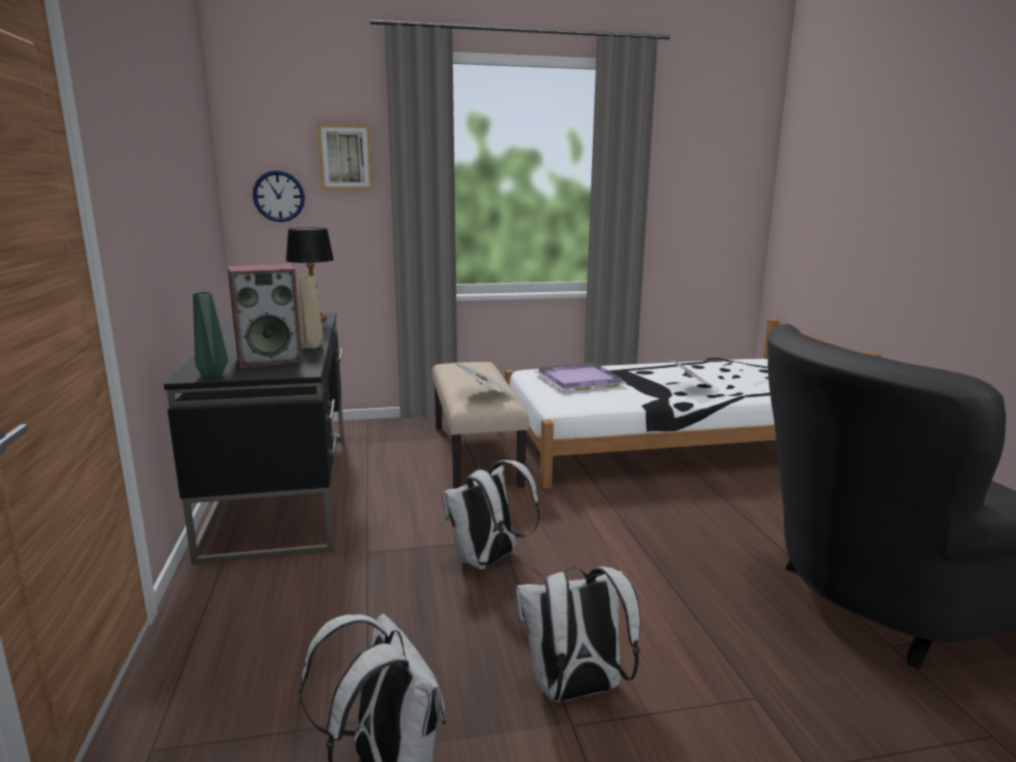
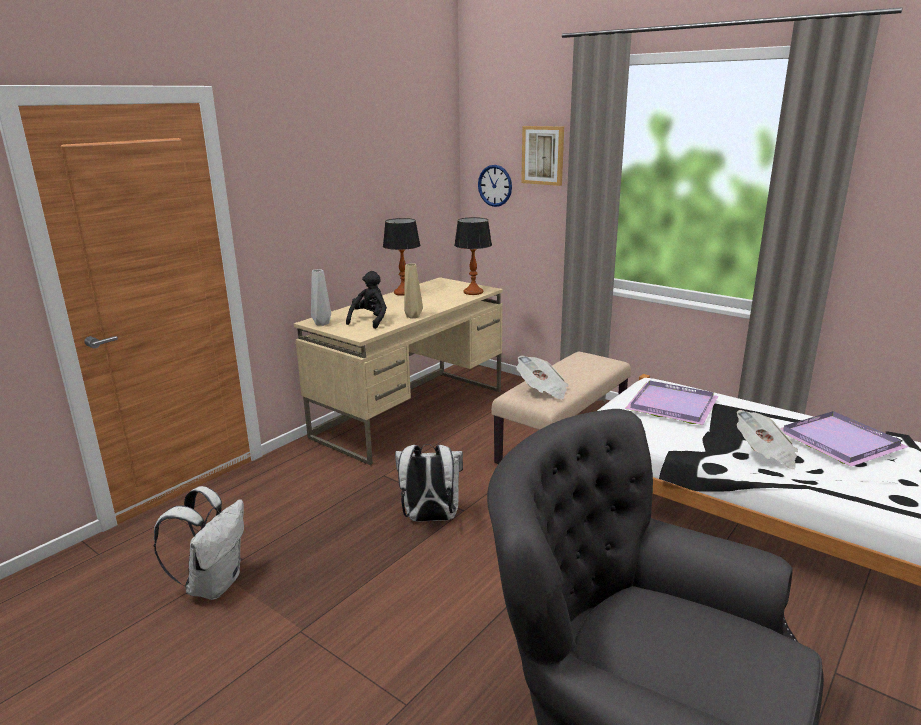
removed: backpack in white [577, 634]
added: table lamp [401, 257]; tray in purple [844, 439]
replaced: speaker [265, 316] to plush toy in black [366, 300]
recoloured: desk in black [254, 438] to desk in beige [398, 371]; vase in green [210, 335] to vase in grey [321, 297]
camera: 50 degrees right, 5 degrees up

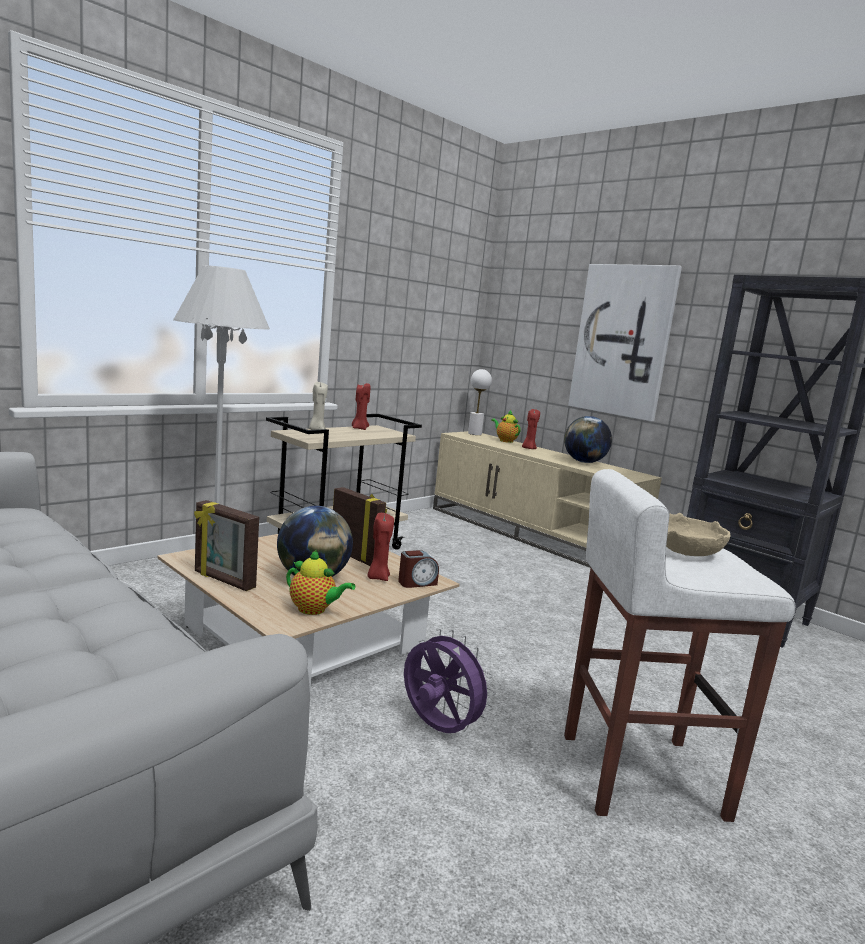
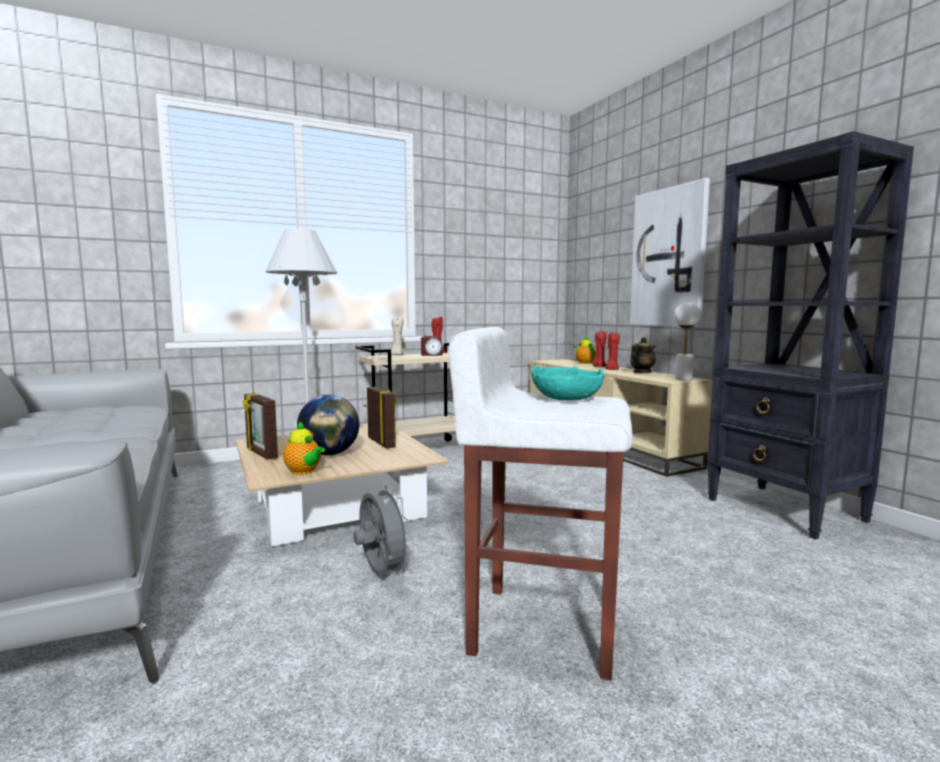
moved: candle in red [380, 547] to [613, 351]; alarm clock [418, 569] to [432, 346]; table lamp in white [480, 402] to [687, 341]
replaced: globe [588, 439] to teapot [643, 355]
recoloured: fan in purple [449, 681] to fan in grey [383, 530]; bowl in beige [698, 534] to bowl in turquoise [568, 382]
camera: 20 degrees right, 5 degrees down

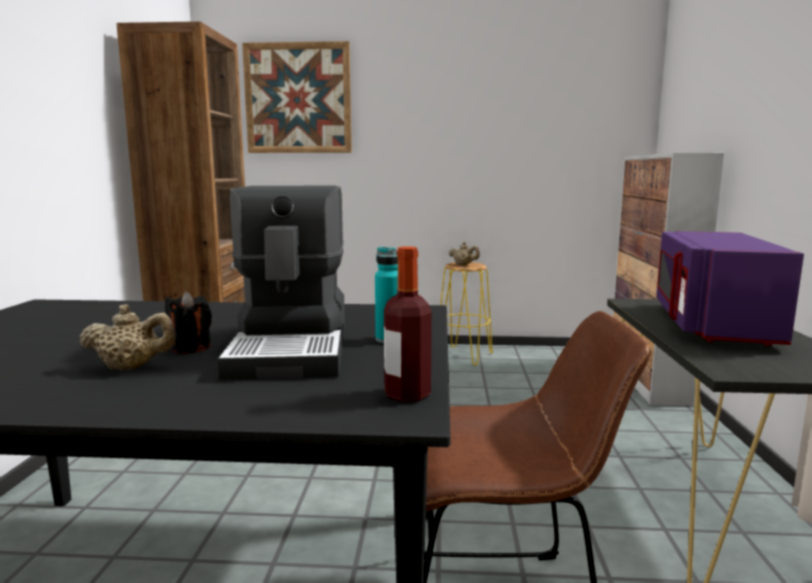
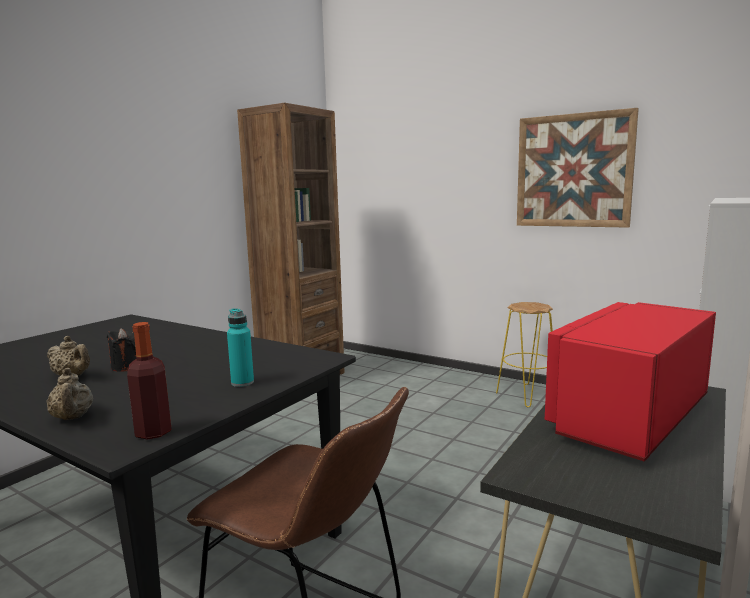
removed: coffee machine [281, 283]
moved: picture [297, 97] to [578, 168]; teapot in beige [464, 253] to [69, 394]
recoloured: microwave in purple [730, 288] to microwave in red [630, 381]
camera: 30 degrees right, 0 degrees up

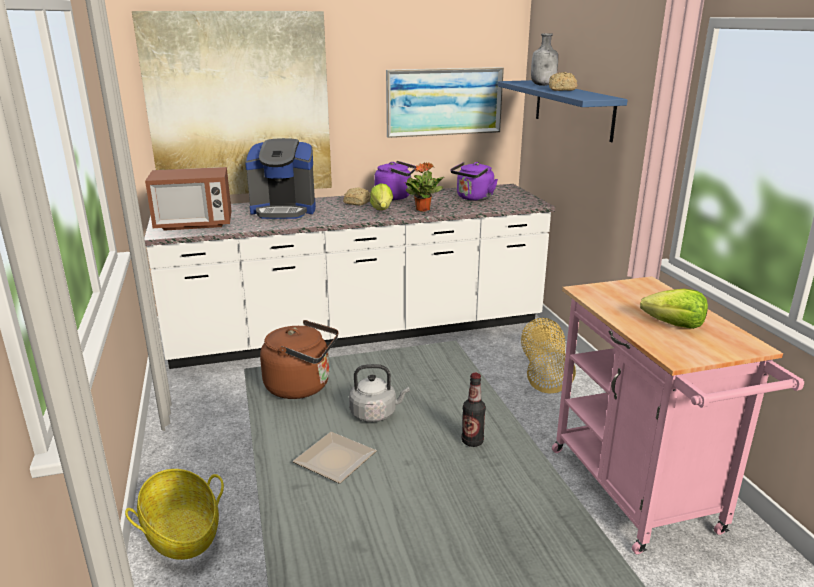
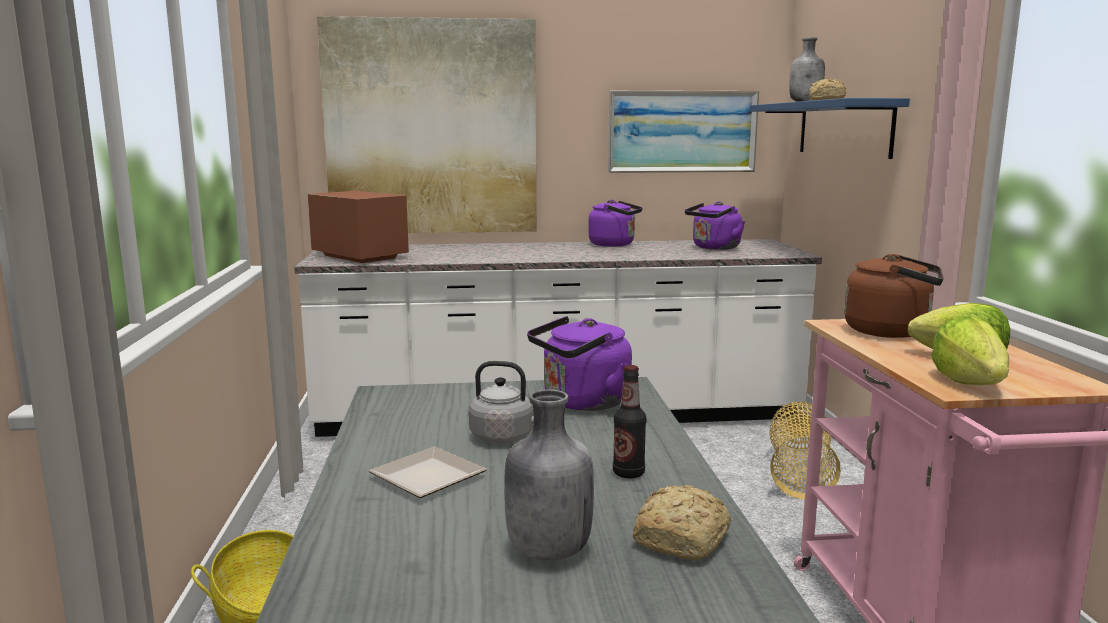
removed: coffee machine [280, 178]; potted plant [424, 187]
added: bottle in grey [549, 475]; kettle in purple [579, 363]
moved: kettle in brown [299, 359] to [893, 296]; bread [357, 196] to [682, 523]; lettuce [381, 196] to [970, 350]
turned: microwave [188, 199] = [358, 227] 135 degrees counterclockwise
camera: 10 degrees right, 10 degrees down

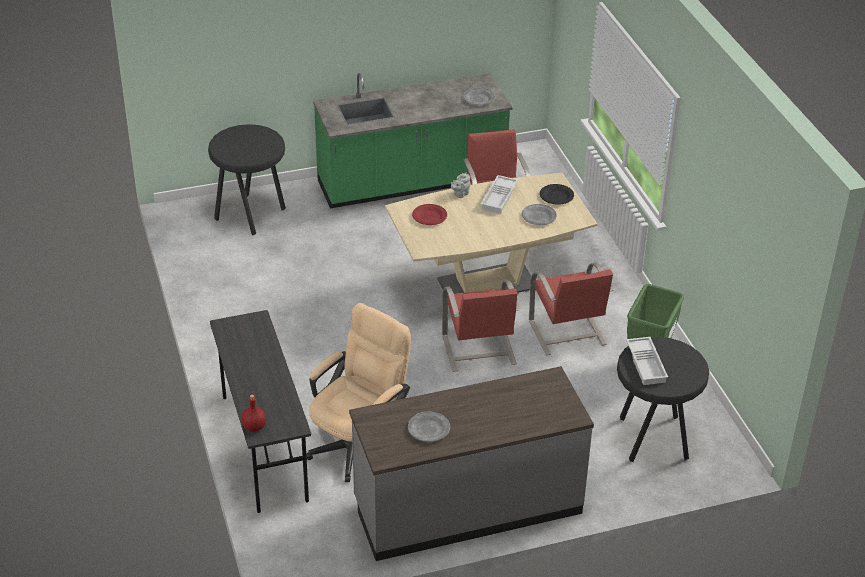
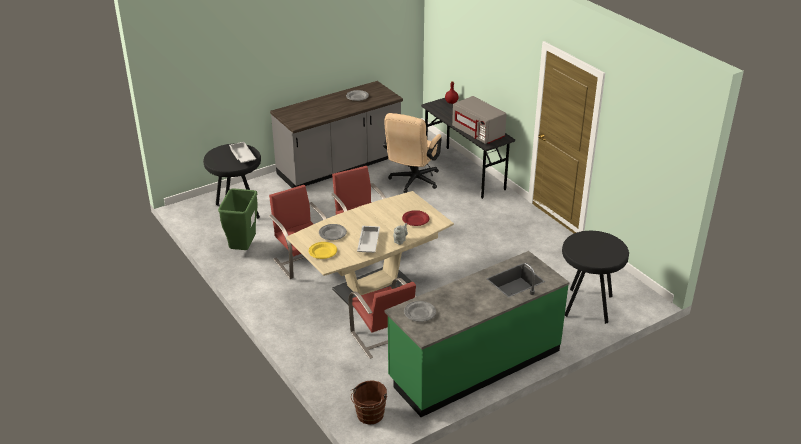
added: bucket in brown [369, 402]; microwave in grey [479, 120]
recoloured: plate in black [557, 194] to plate in yellow [323, 250]
camera: 165 degrees right, 5 degrees down

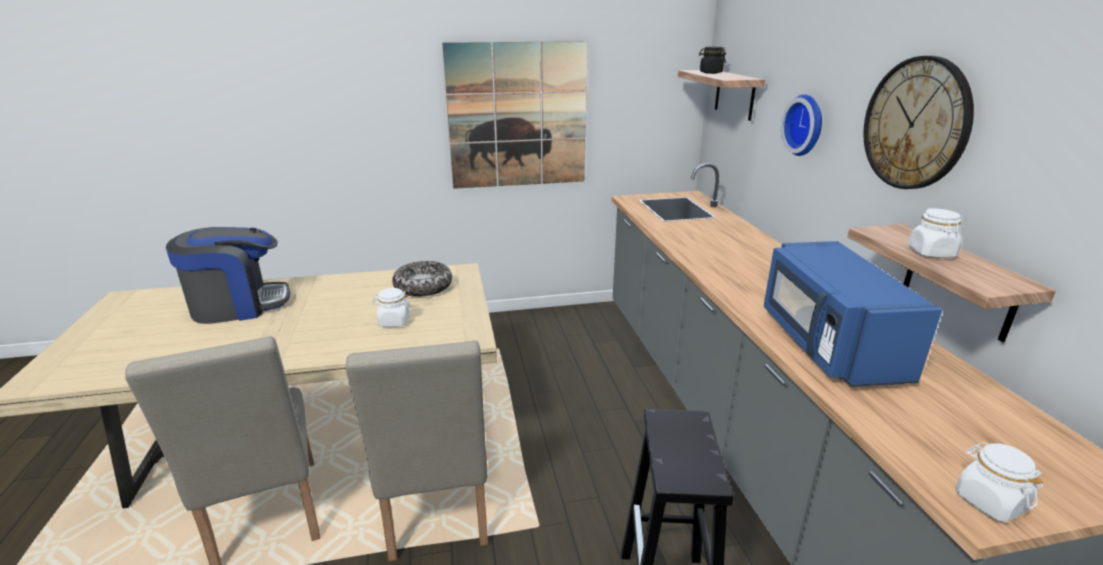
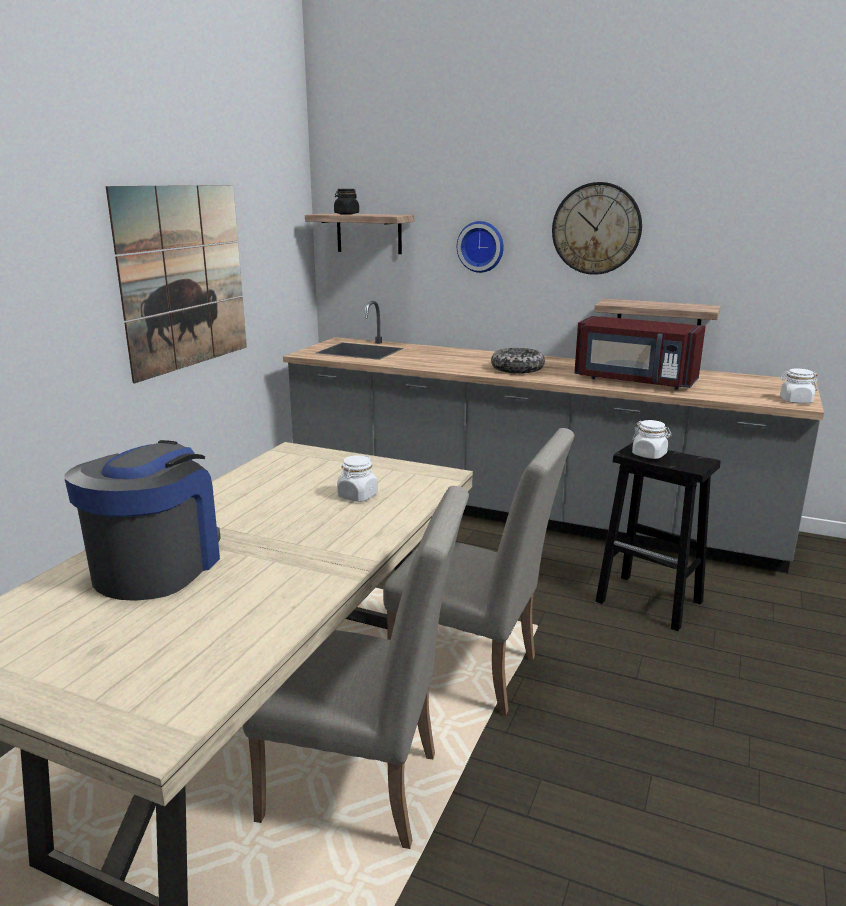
moved: bowl [422, 279] to [518, 360]; jar in white [935, 233] to [652, 439]
recoloured: microwave in blue [853, 314] to microwave in red [640, 353]
camera: 55 degrees left, 5 degrees down

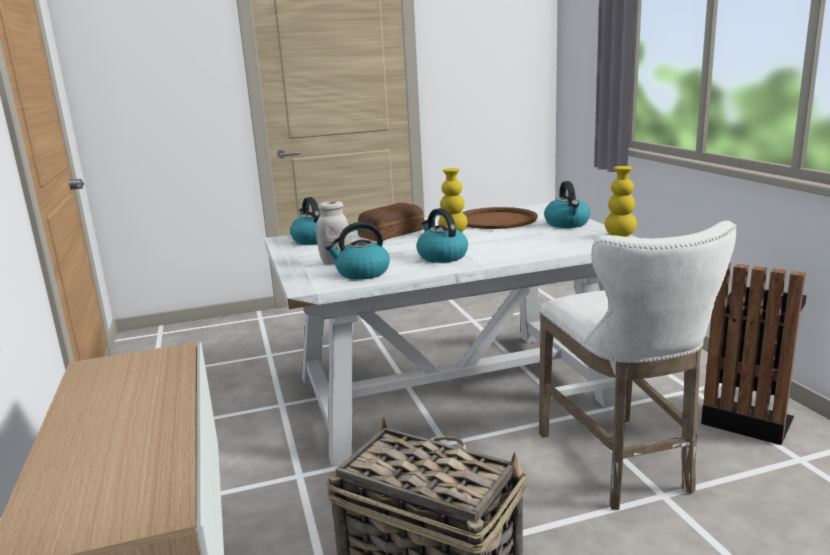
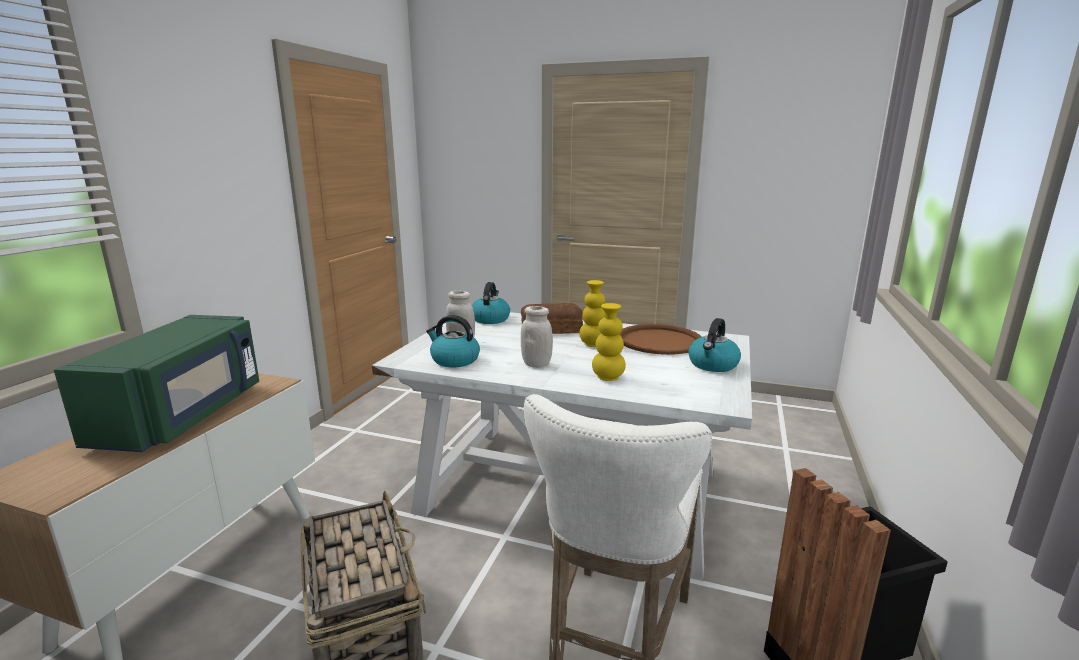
added: microwave in green [156, 383]
moved: vase in yellow [621, 201] to [609, 342]
replaced: kettle [442, 235] to jar in white [537, 337]
camera: 35 degrees right, 0 degrees up

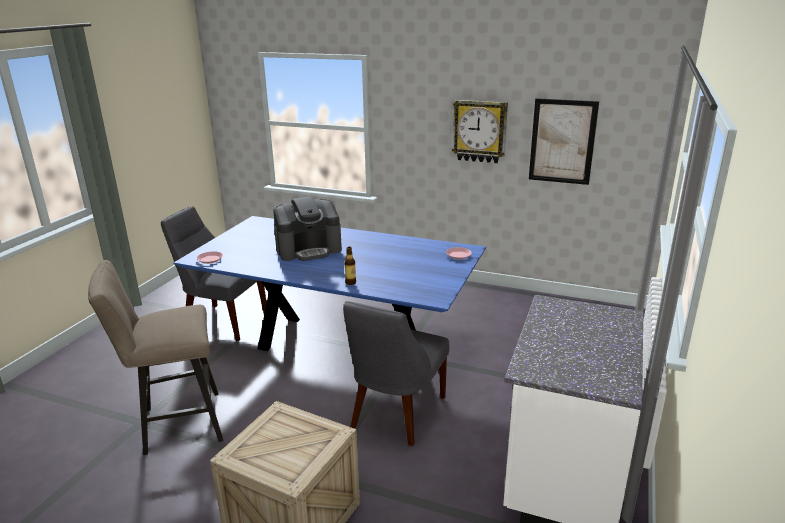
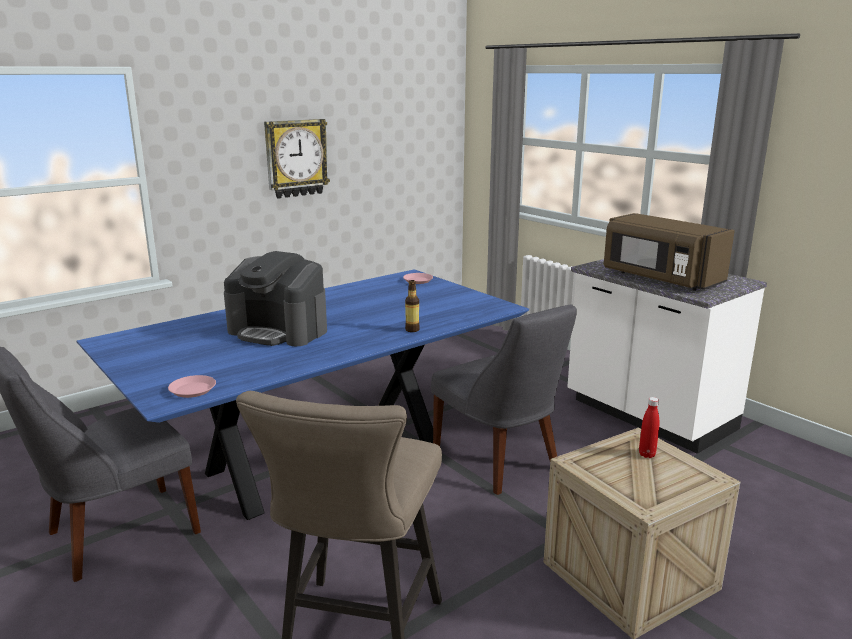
removed: picture [564, 141]
added: microwave in brown [669, 252]; bottle in red [649, 427]
turned: coffee machine [307, 229] = [275, 298] 105 degrees clockwise
camera: 60 degrees left, 5 degrees down

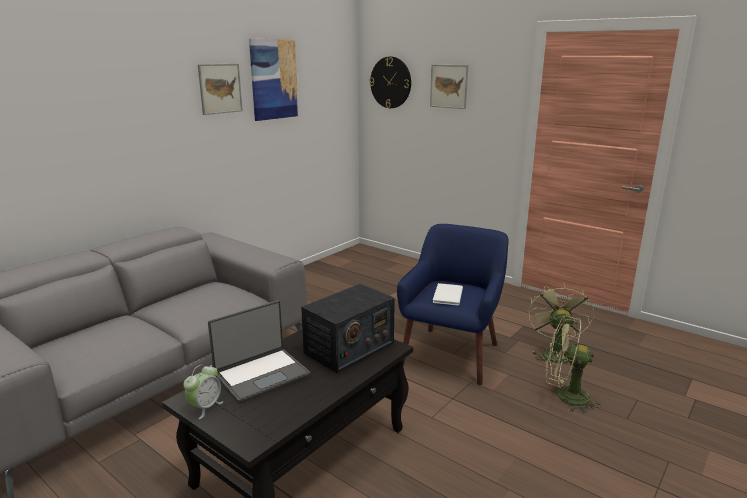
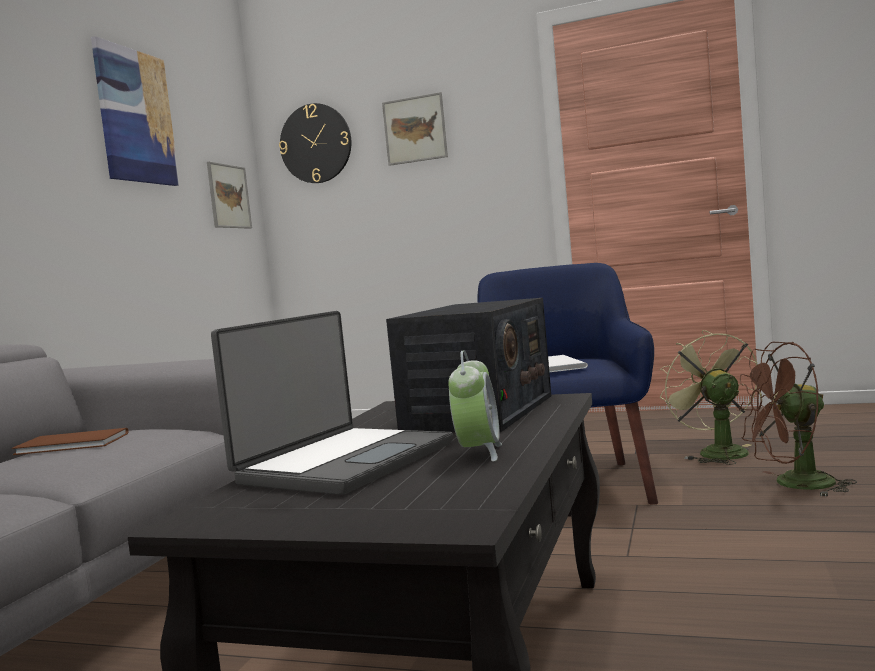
added: book in brown [70, 441]
moved: alarm clock [203, 391] to [475, 405]; picture [220, 89] to [229, 195]
recoloured: fan in green [573, 364] to fan in brown [796, 419]
camera: 20 degrees left, 15 degrees down

